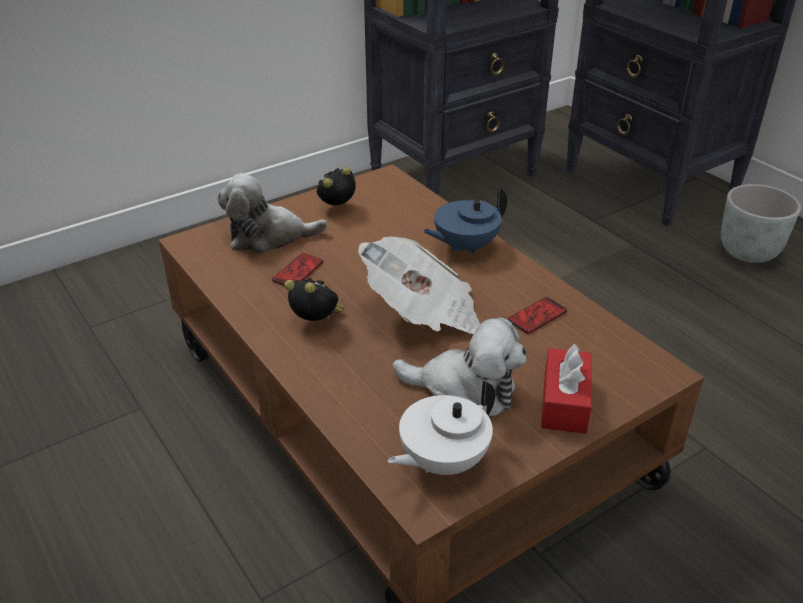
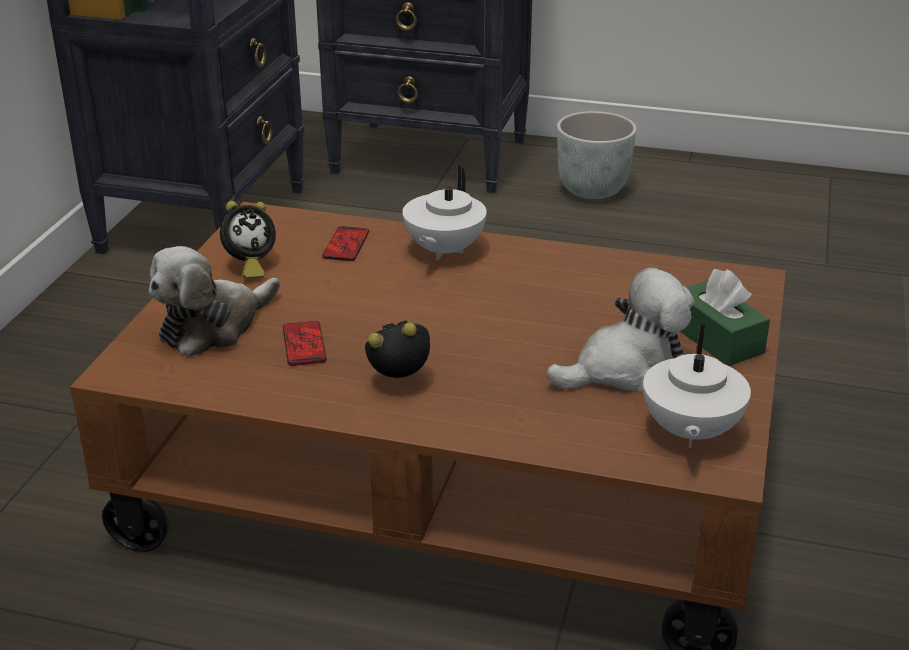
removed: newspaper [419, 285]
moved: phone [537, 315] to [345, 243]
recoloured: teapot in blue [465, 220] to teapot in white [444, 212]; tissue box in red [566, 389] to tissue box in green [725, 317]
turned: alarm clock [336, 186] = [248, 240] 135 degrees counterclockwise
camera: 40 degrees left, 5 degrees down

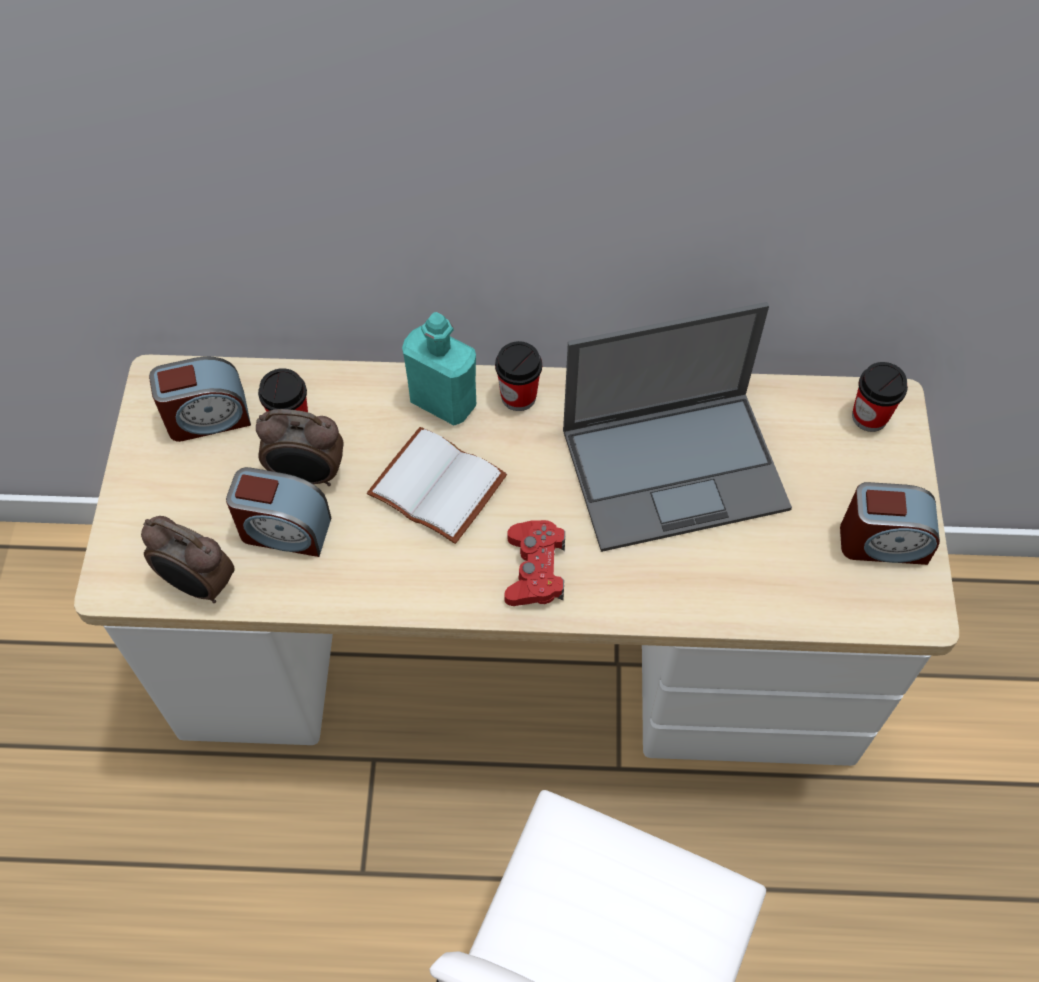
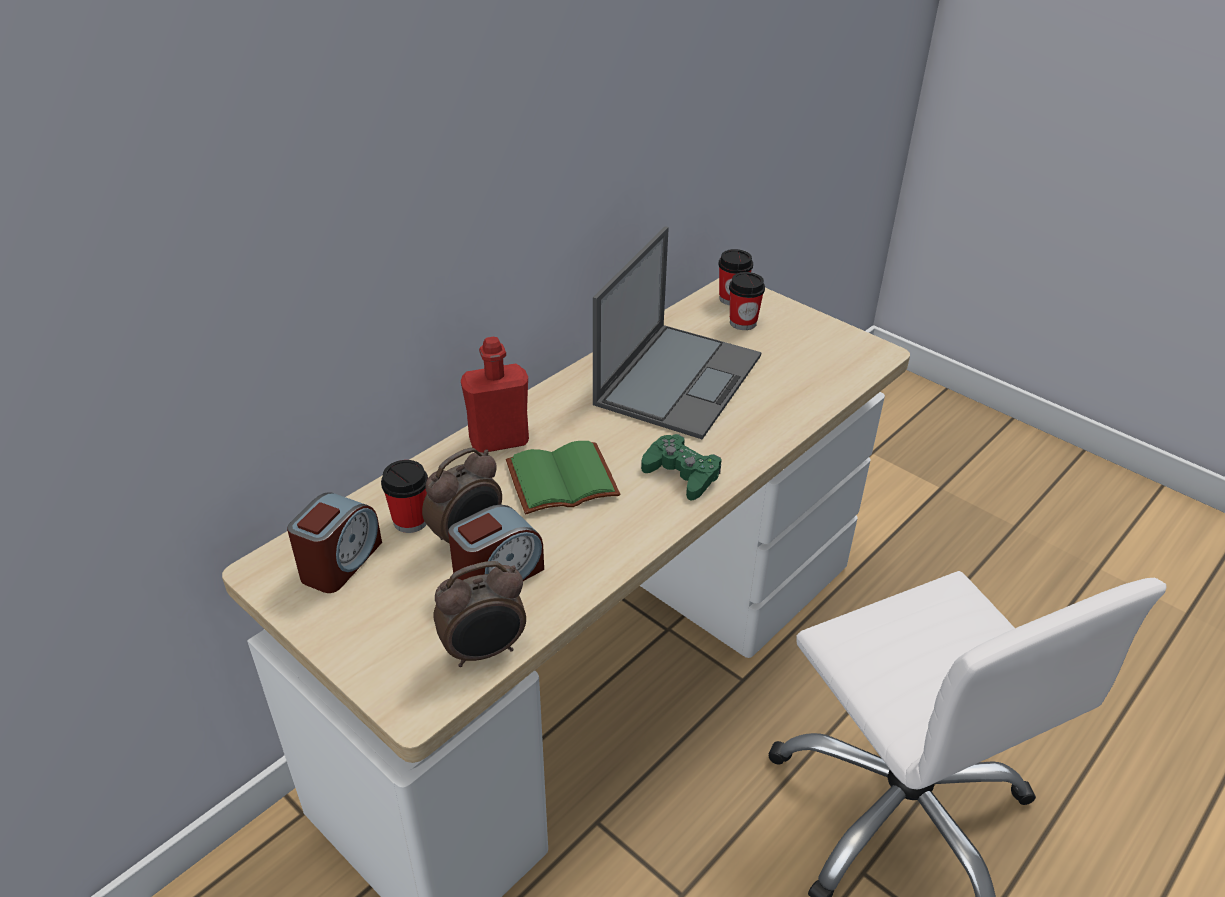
removed: alarm clock [890, 523]
moved: cup [518, 376] to [747, 301]
recoloured: book in white [437, 485] to book in green [563, 477]; bottle in turquoise [439, 368] to bottle in red [495, 395]; game controller in red [534, 563] to game controller in green [681, 467]
camera: 50 degrees left, 20 degrees down

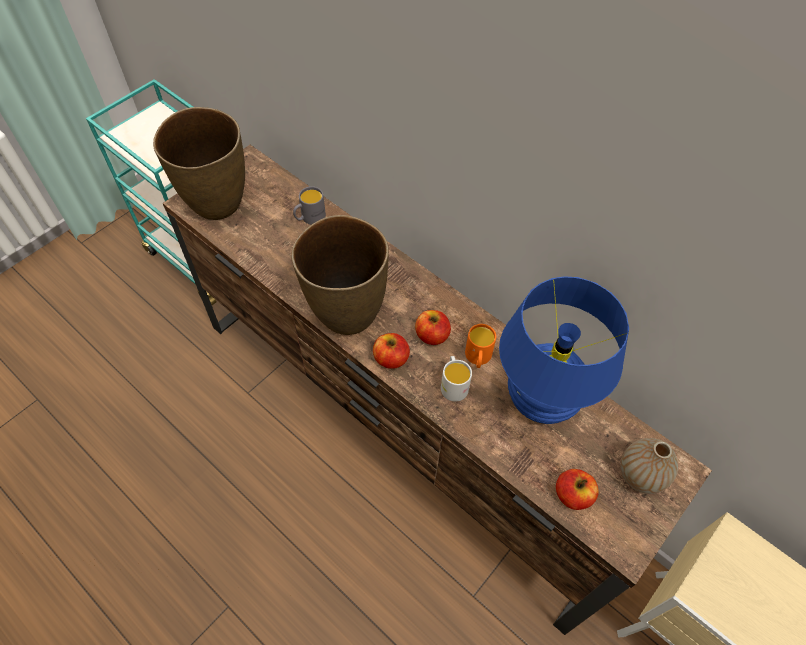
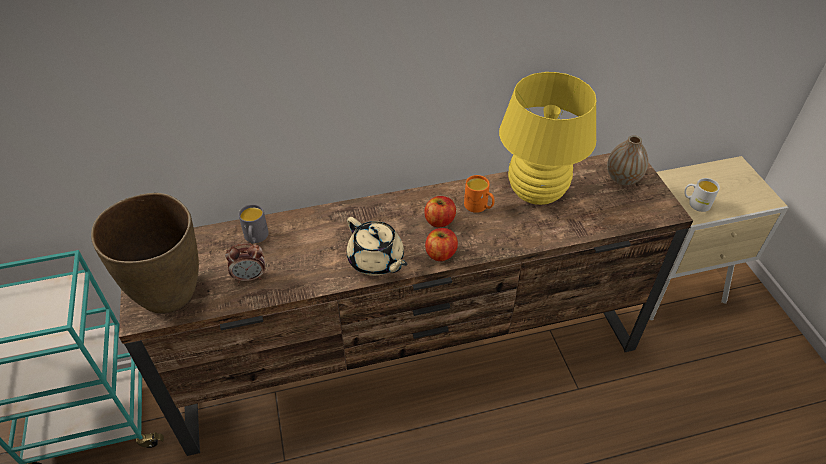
removed: apple [577, 489]
added: alarm clock [245, 263]
moved: mug in white [456, 379] to [702, 195]
replaced: vase in brown [340, 275] to teapot in beige [377, 246]
recoloured: table lamp in blue [564, 350] to table lamp in yellow [548, 138]
camera: 55 degrees left, 10 degrees down

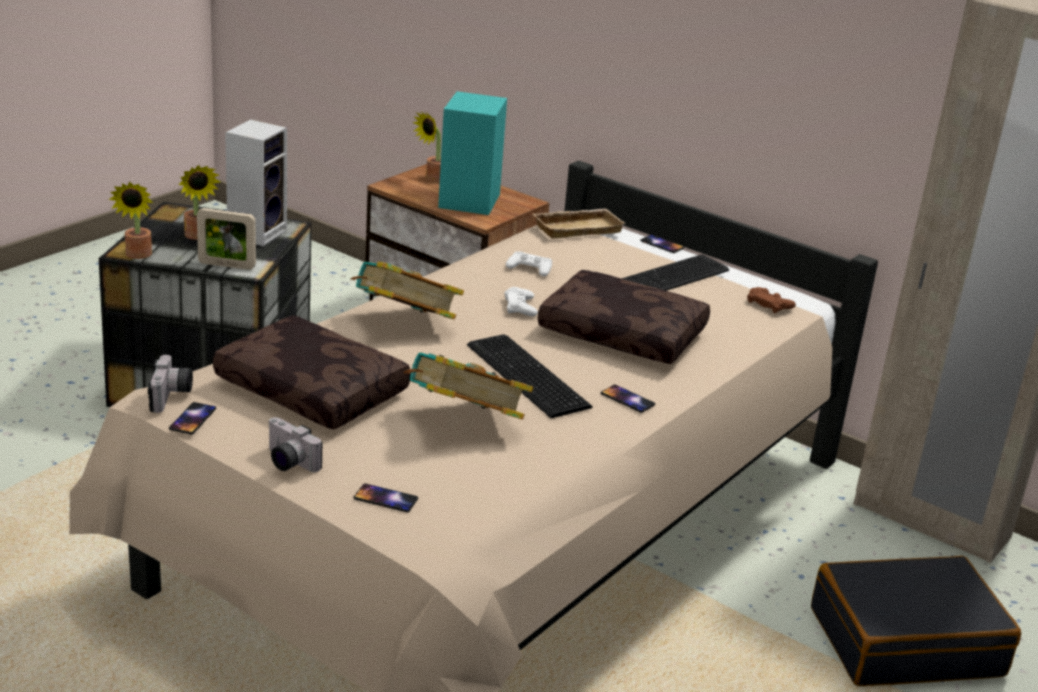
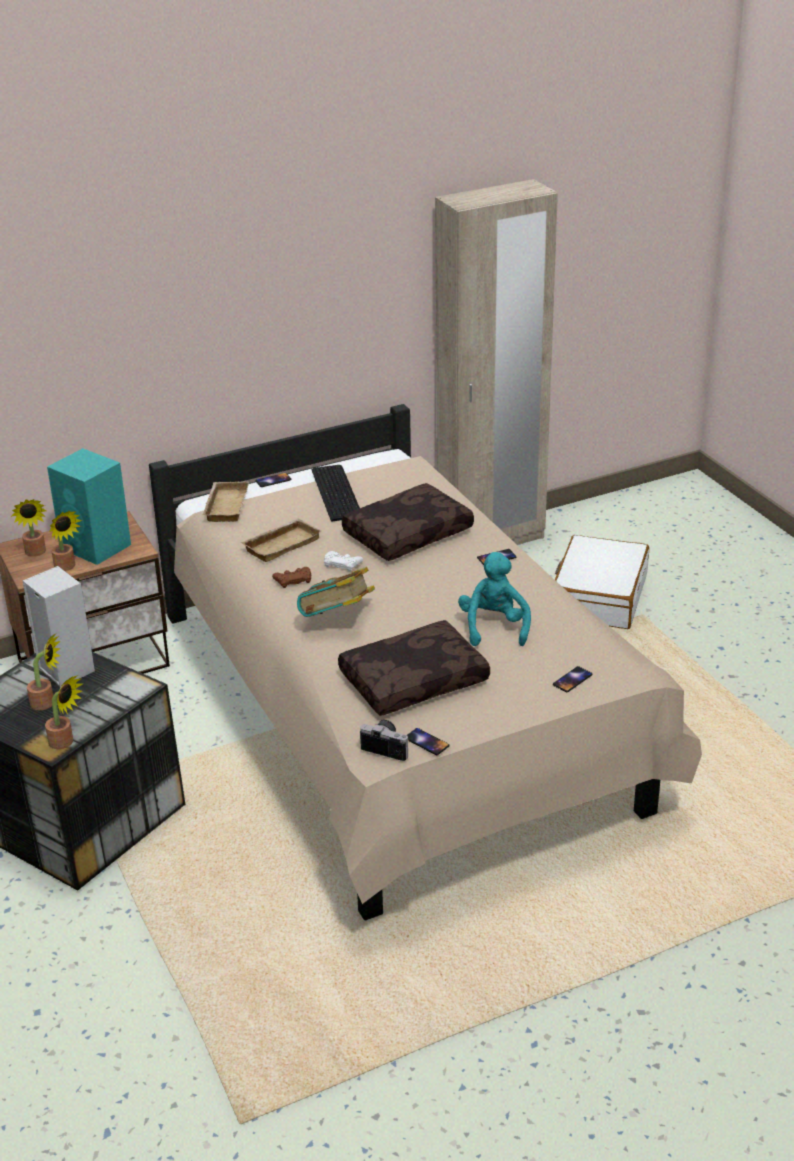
removed: picture frame [226, 239]; photo camera [295, 444]; keyboard [530, 376]
added: potted plant [65, 540]
moved: game controller in brown [771, 300] to [291, 577]
replaced: book [468, 386] to plush toy in turquoise [494, 599]; game controller in white [529, 263] to tray in beige [281, 540]
recoloured: suitcase in black [916, 621] to suitcase in white [602, 582]
camera: 60 degrees left, 5 degrees up

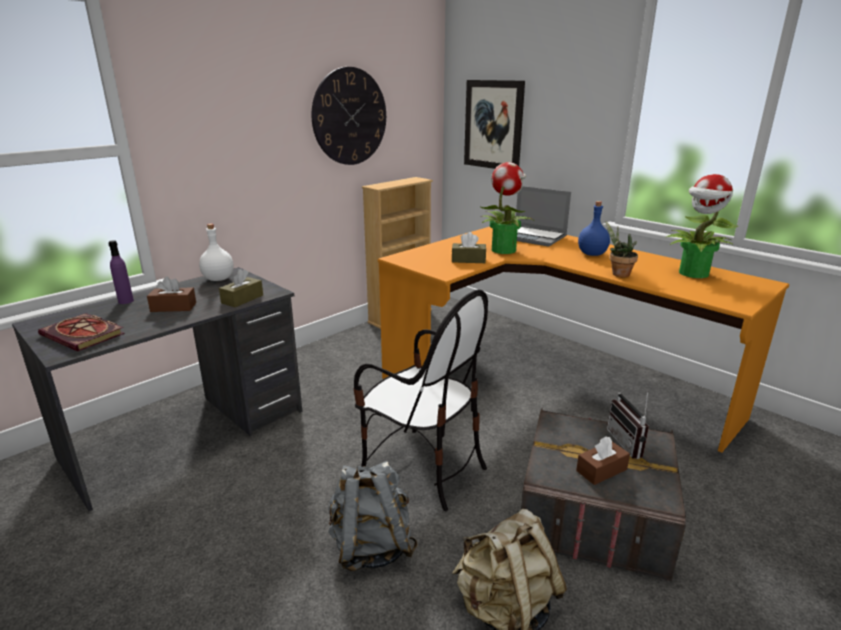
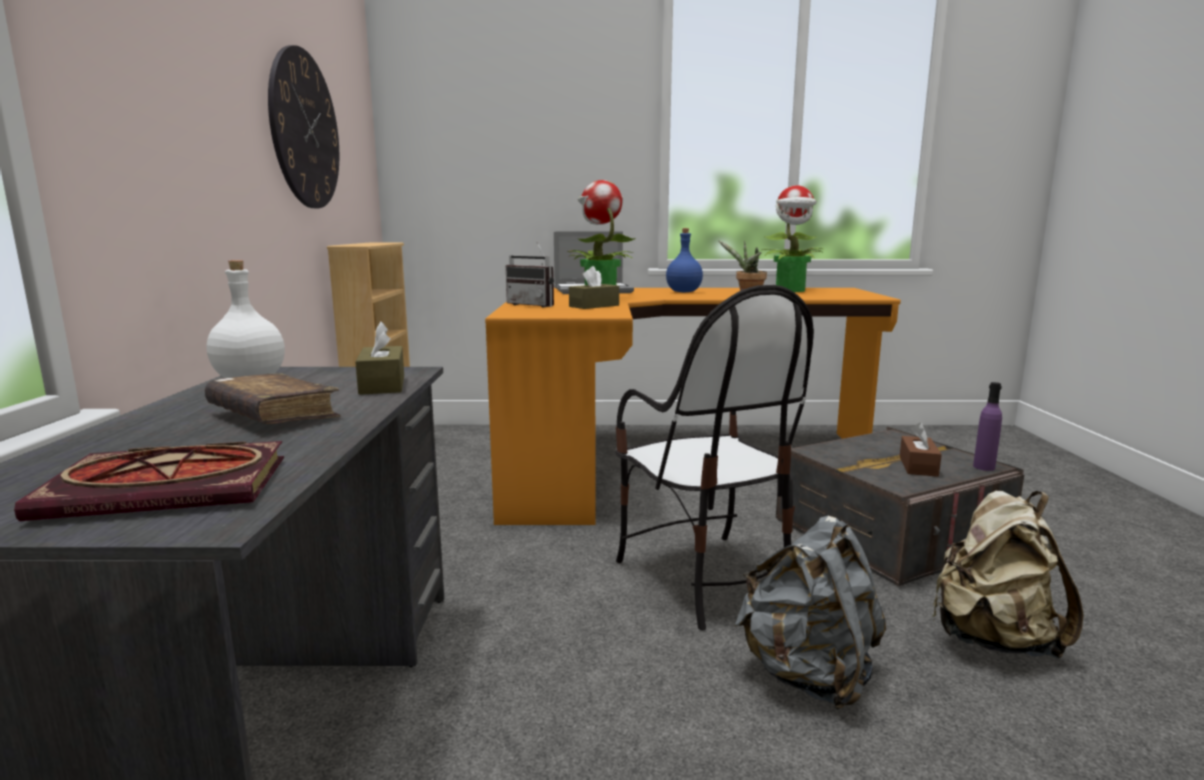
removed: picture [494, 124]
moved: bottle in purple [121, 272] to [987, 426]; radio [628, 424] to [530, 275]
replaced: tissue box in brown [171, 294] to book in brown [273, 398]
turned: chair [420, 400] = [714, 457] 75 degrees clockwise
camera: 45 degrees left, 10 degrees down

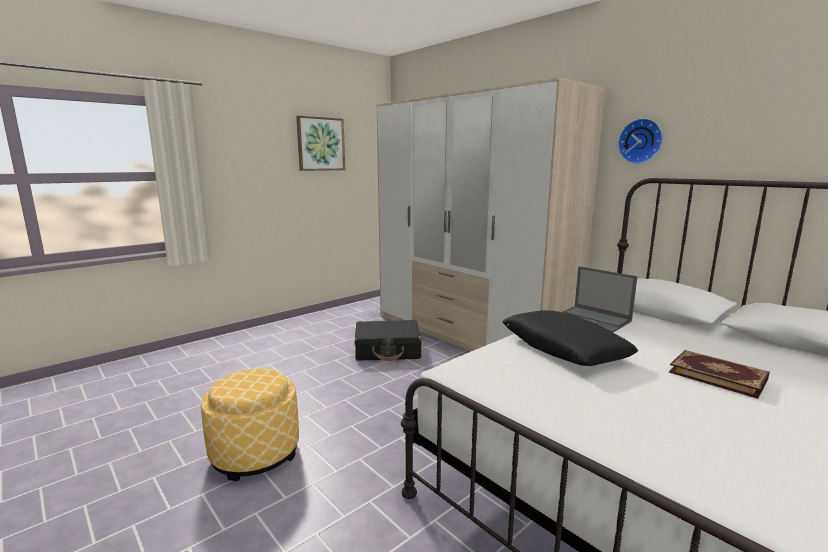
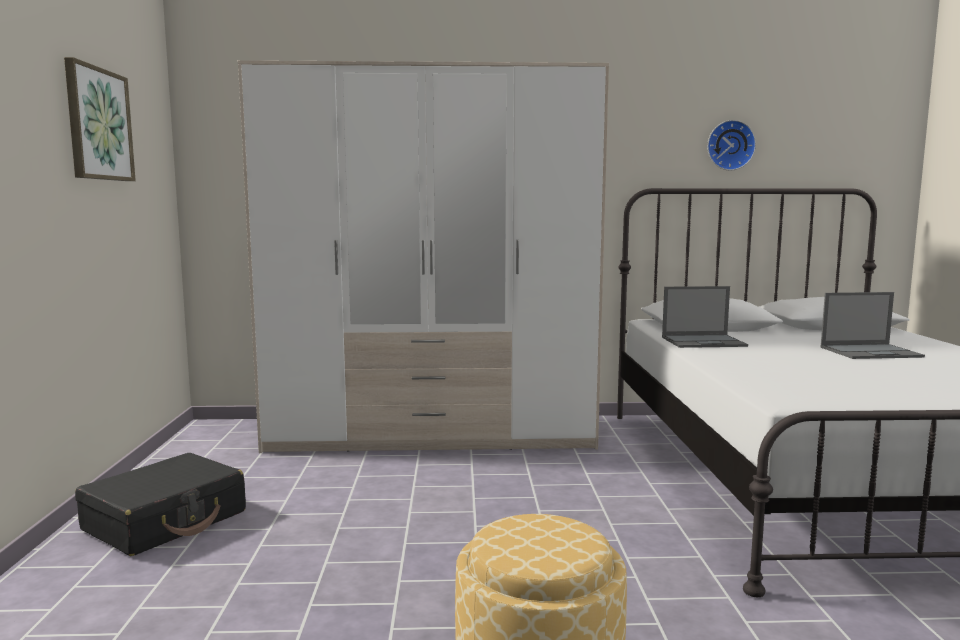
removed: pillow in black [570, 338]
moved: suitcase in black [388, 340] to [160, 504]; wall clock [640, 141] to [731, 145]
replaced: book [719, 374] to laptop [872, 325]
camera: 50 degrees left, 5 degrees down

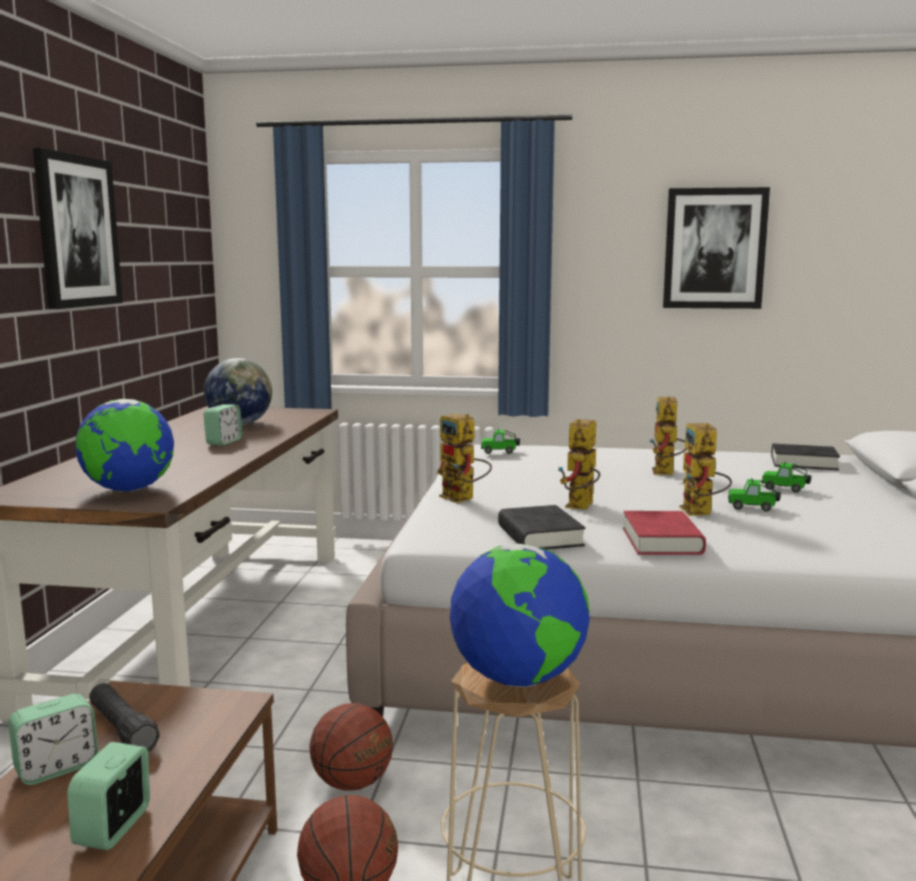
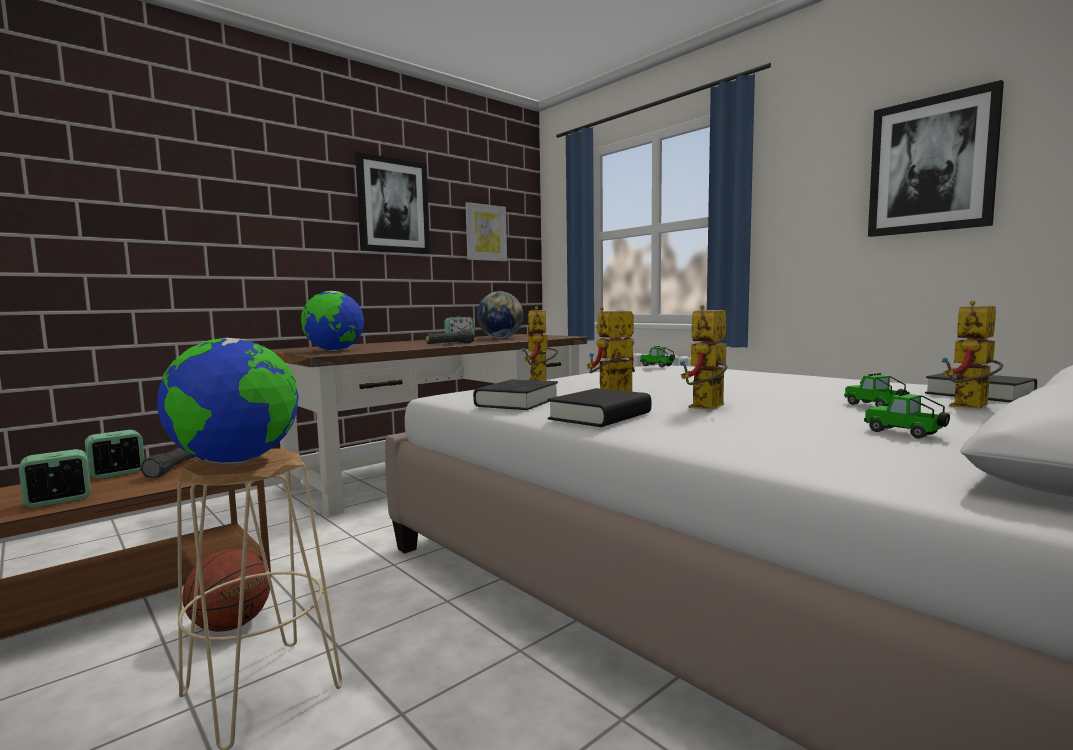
removed: basketball [351, 747]
added: flashlight in black [450, 337]; picture [486, 231]
moved: toy robot [668, 435] to [972, 354]; toy car [754, 495] to [907, 415]
recoloured: book in red [664, 533] to book in black [599, 407]
turned: alarm clock [53, 739] = [115, 454] 135 degrees clockwise
camera: 40 degrees right, 5 degrees down

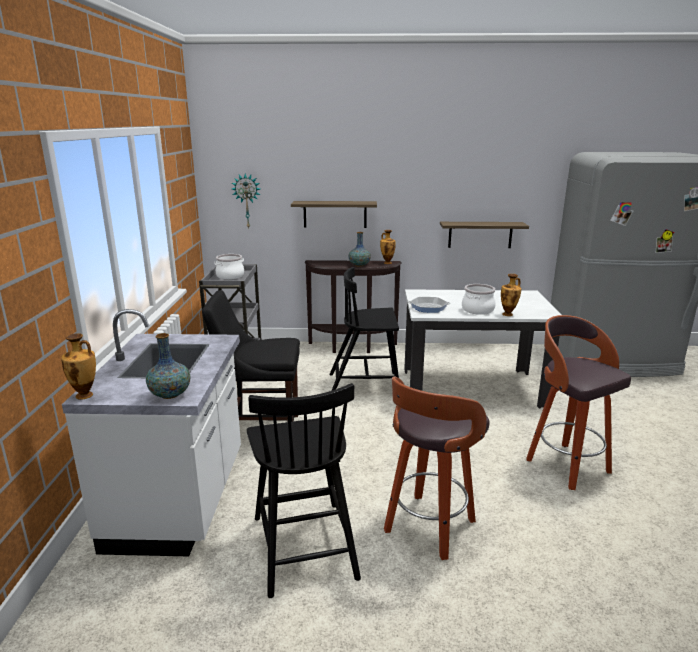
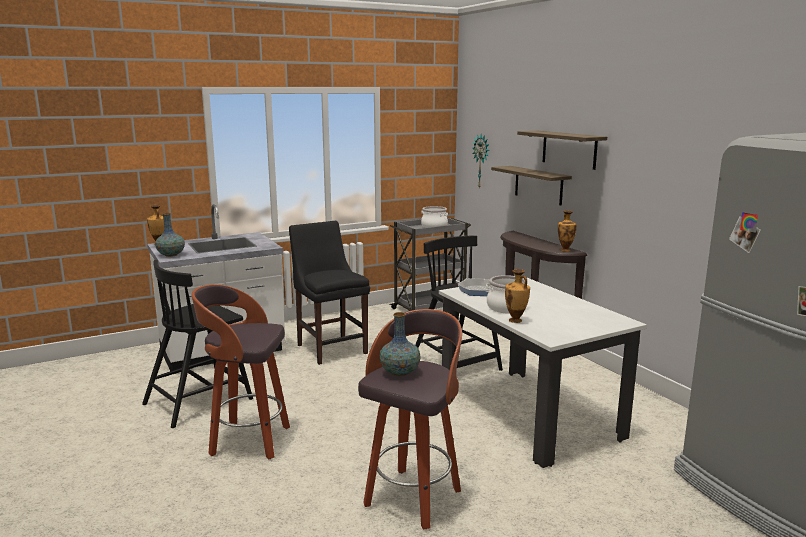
moved: vase [360, 249] to [400, 344]; shelf [484, 235] to [562, 150]
camera: 60 degrees right, 5 degrees down

